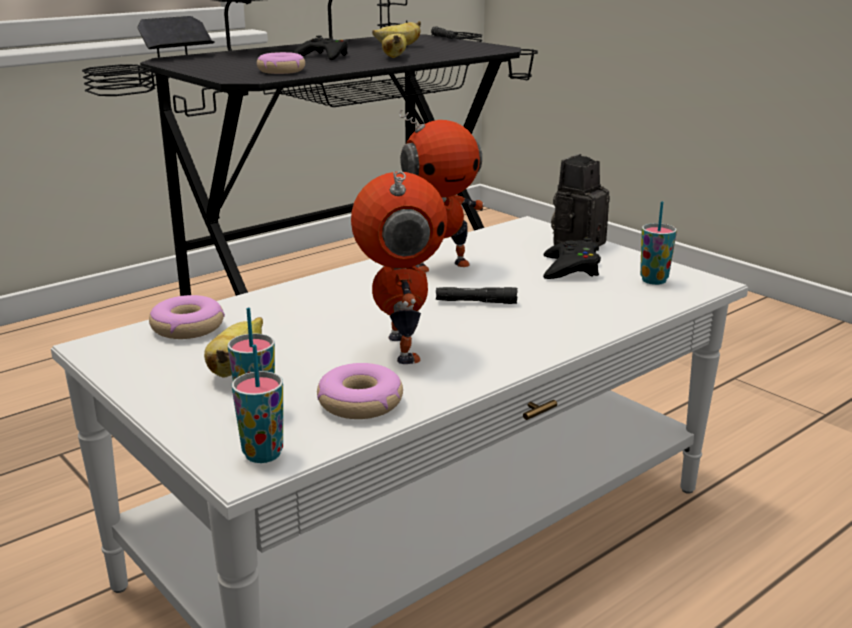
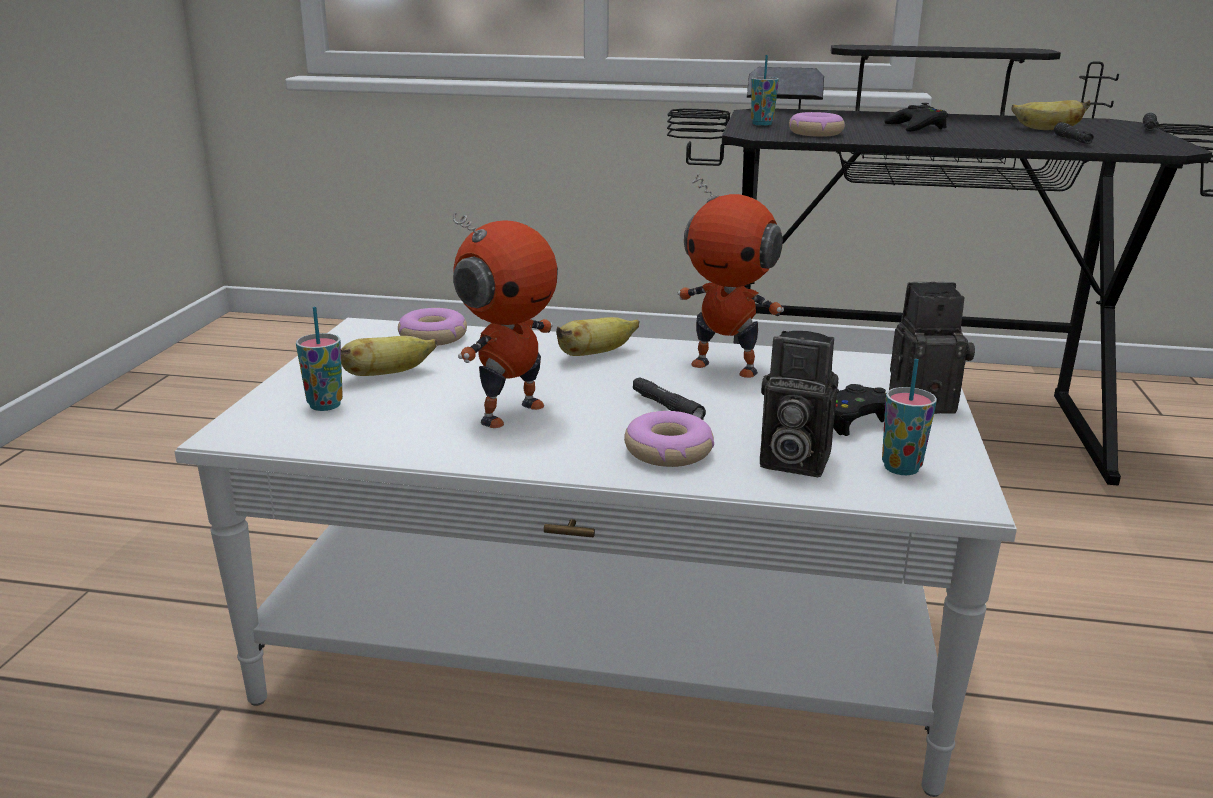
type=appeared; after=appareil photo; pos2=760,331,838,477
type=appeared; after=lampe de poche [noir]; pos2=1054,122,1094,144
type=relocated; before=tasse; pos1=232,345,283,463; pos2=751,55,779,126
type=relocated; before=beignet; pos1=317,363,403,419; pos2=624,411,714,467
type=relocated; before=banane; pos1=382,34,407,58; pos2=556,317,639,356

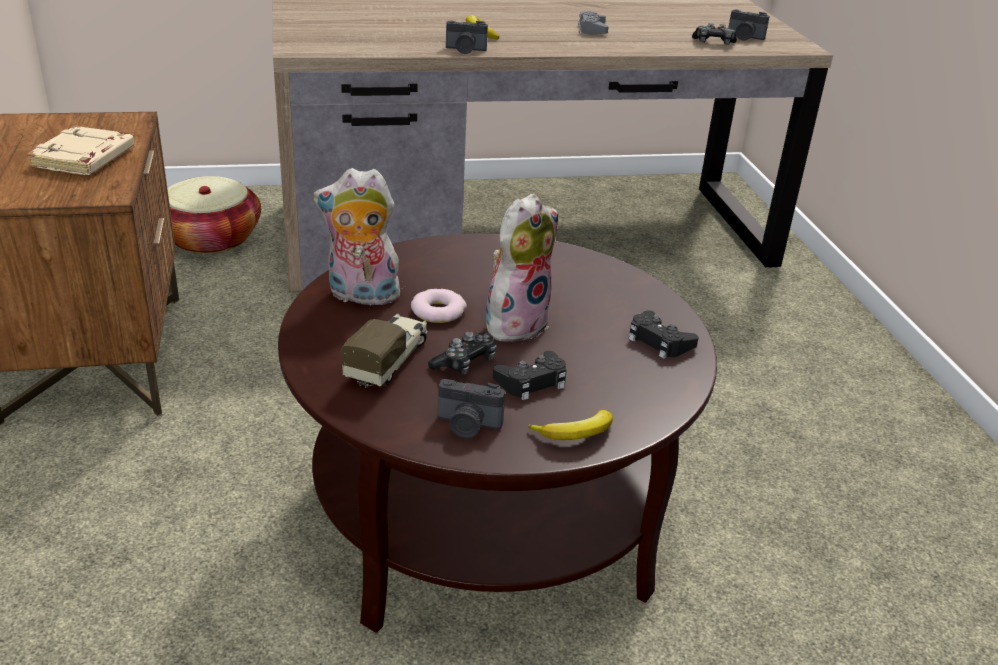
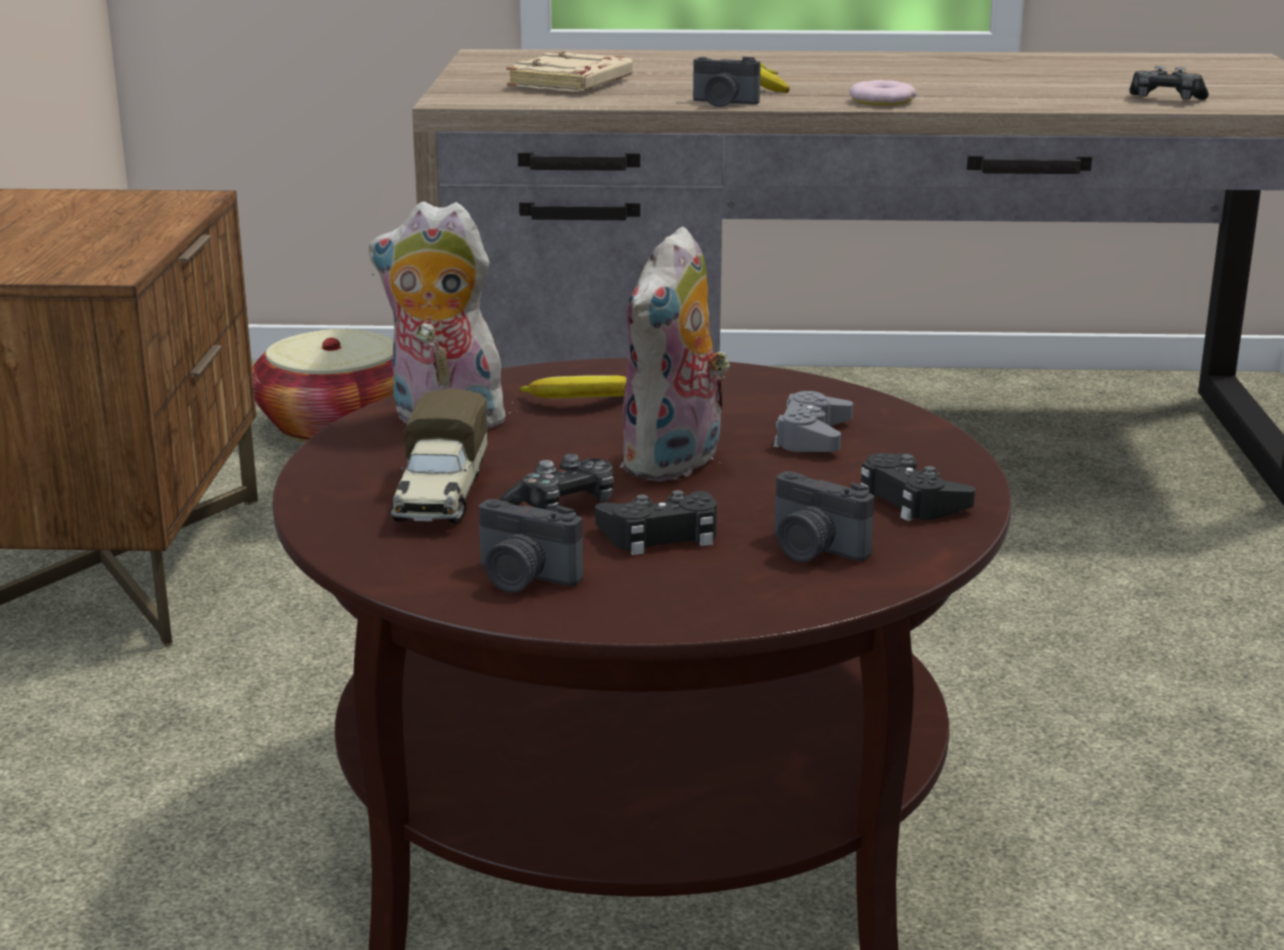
type=relocated; before=livre [beige]; pos1=27,126,134,175; pos2=506,51,633,92
type=relocated; before=beignet; pos1=411,289,467,323; pos2=849,80,917,106
type=relocated; before=banane; pos1=527,410,613,440; pos2=519,375,626,398
type=relocated; before=manette [gris]; pos1=578,11,609,34; pos2=774,391,853,452
type=relocated; before=appareil photo; pos1=728,10,770,40; pos2=775,471,874,562
type=spun; before=camion jouet; pos1=341,314,428,388; pos2=391,389,488,524; turn=150
type=spun; before=peluche; pos1=486,194,558,344; pos2=620,226,730,482; turn=150

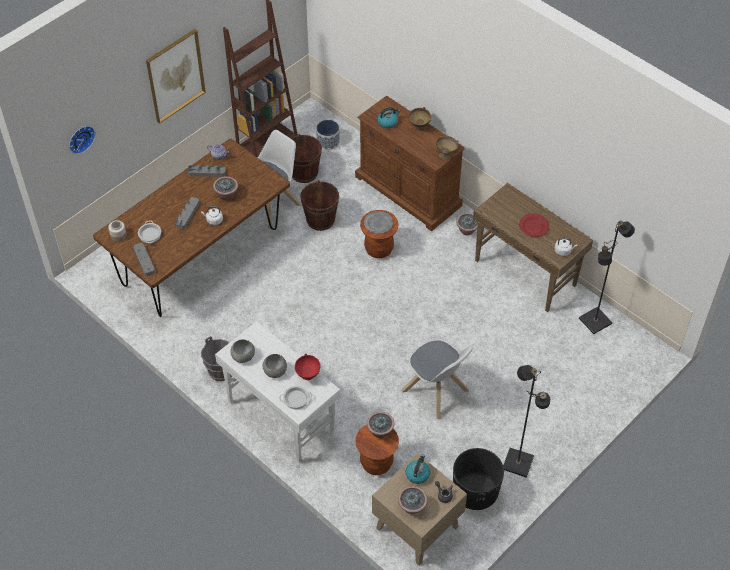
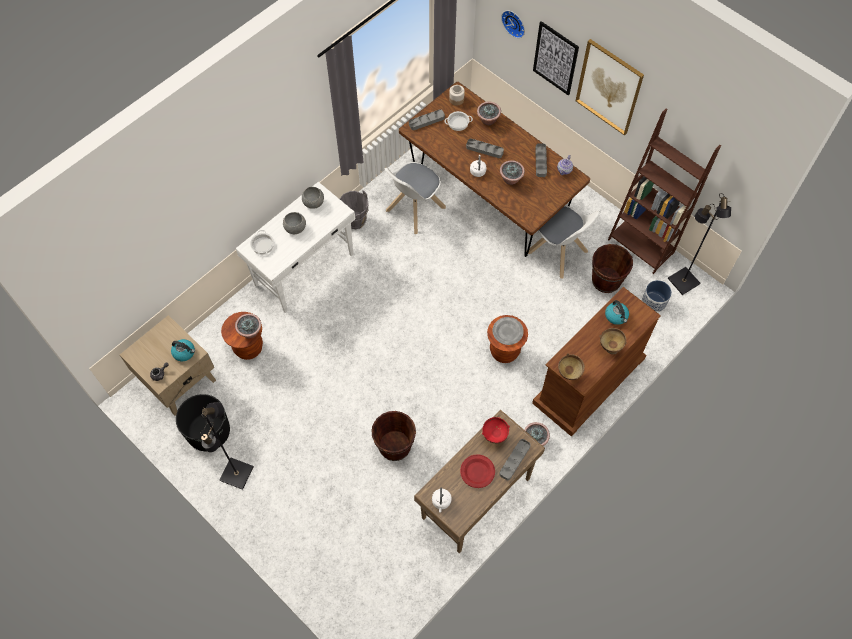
type=appeared; after=plateau [gris]; pos2=499,439,531,480
type=appeared; after=tableau; pos2=533,21,579,96
type=relocated; before=bol [rouge]; pos1=295,354,320,380; pos2=482,417,510,443
type=relocated; before=seau [marron]; pos1=300,180,339,231; pos2=372,411,416,461
type=relocated; before=plante en pot; pos1=398,486,427,514; pos2=477,101,501,125
type=relocated; before=chaise; pos1=402,339,474,419; pos2=385,162,446,234
type=relocated; before=lampadaire [noir]; pos1=579,221,635,334; pos2=668,193,731,295

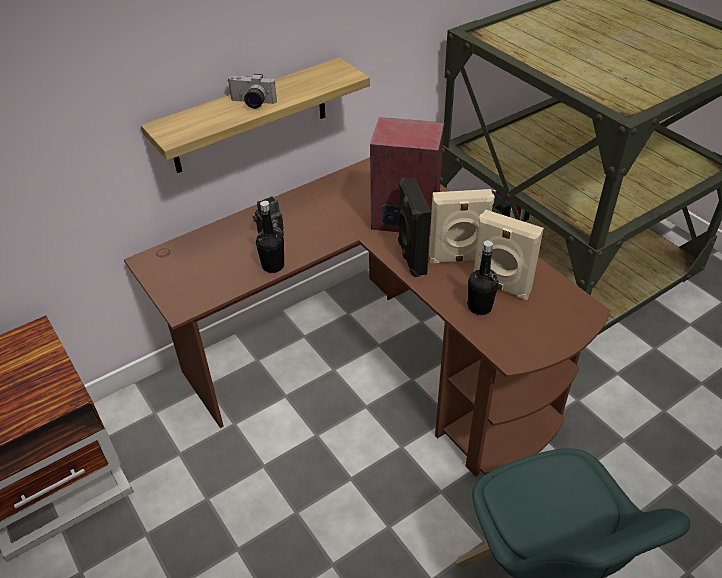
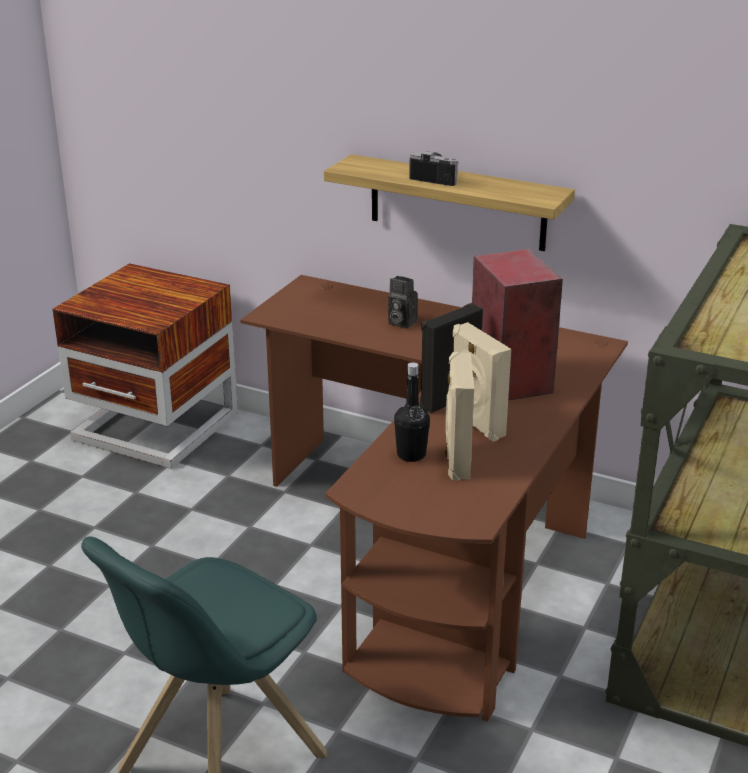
type=missing; before=bouteille [noir]; pos1=256,201,284,273
type=spun; before=appareil photo; pos1=227,74,277,109; pos2=409,151,459,186; turn=135

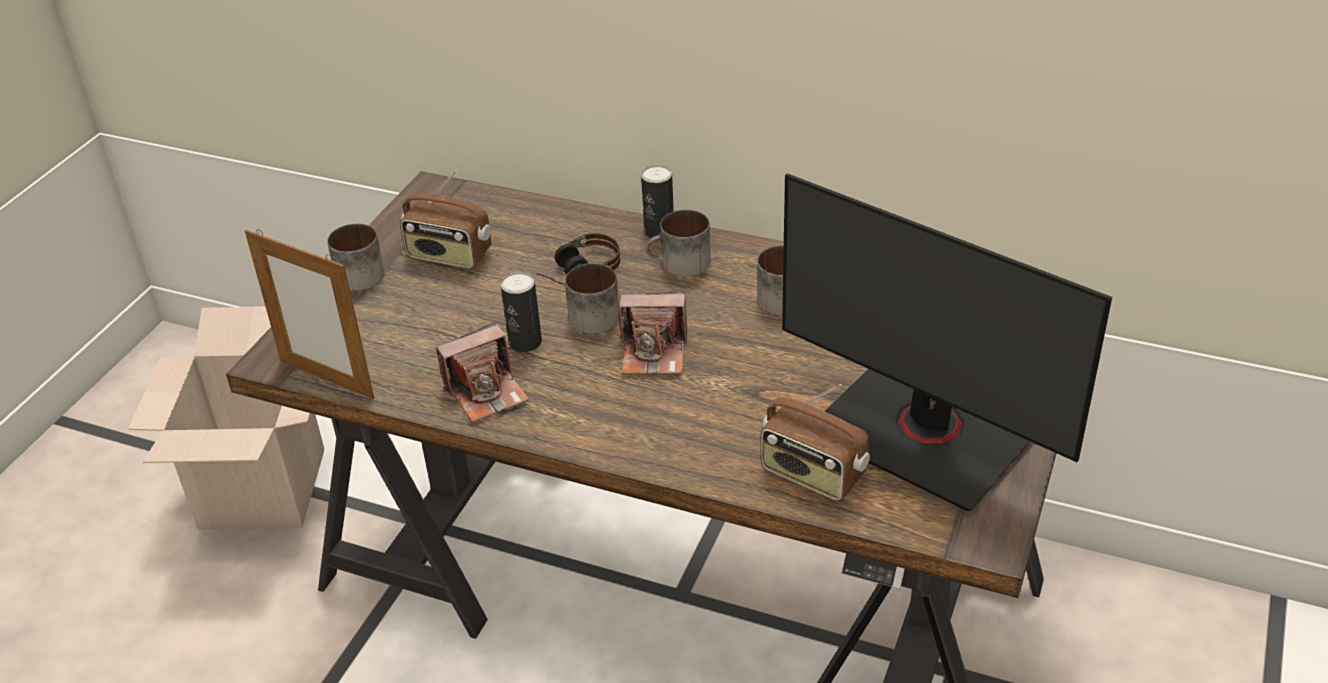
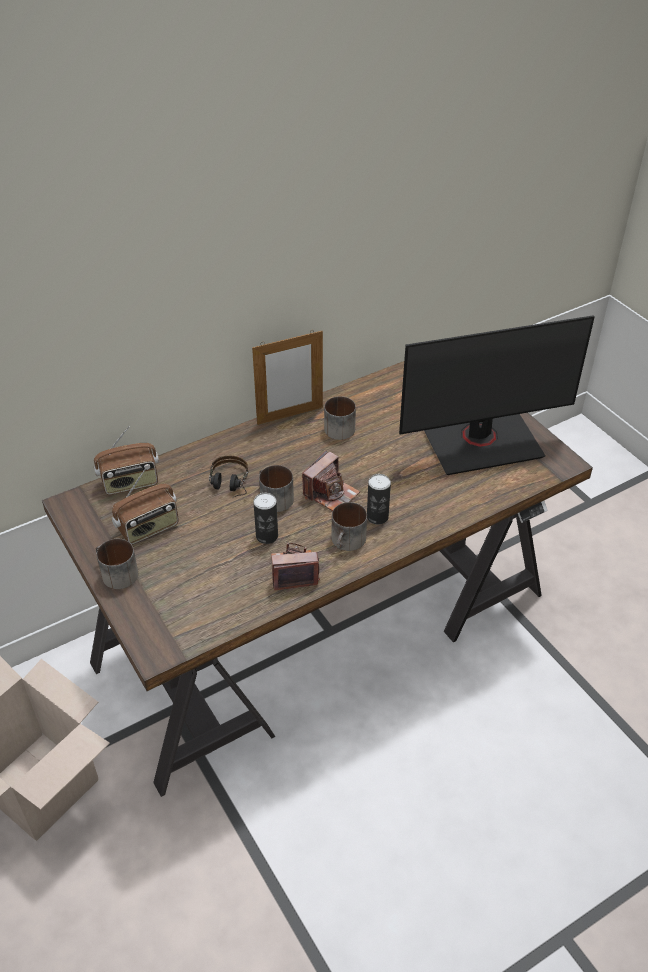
type=relocated; before=cadre photo; pos1=245,229,374,399; pos2=252,330,323,425
type=relocated; before=boîte métallique; pos1=641,165,674,238; pos2=367,474,391,525
type=relocated; before=mug; pos1=645,210,710,277; pos2=332,502,367,551
type=relocated; before=radio; pos1=760,384,870,501; pos2=94,426,159,495
type=spun; before=appareil photo; pos1=436,322,529,422; pos2=271,543,320,591; turn=-105

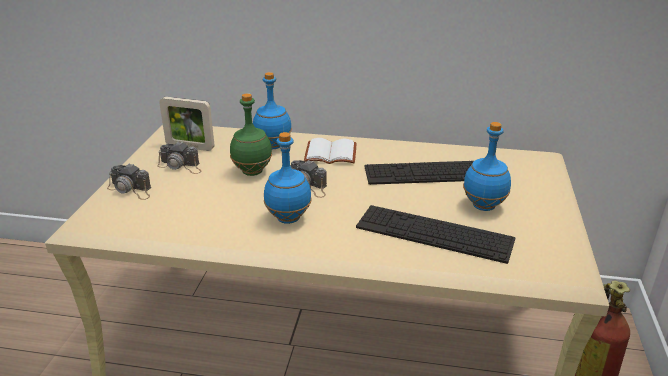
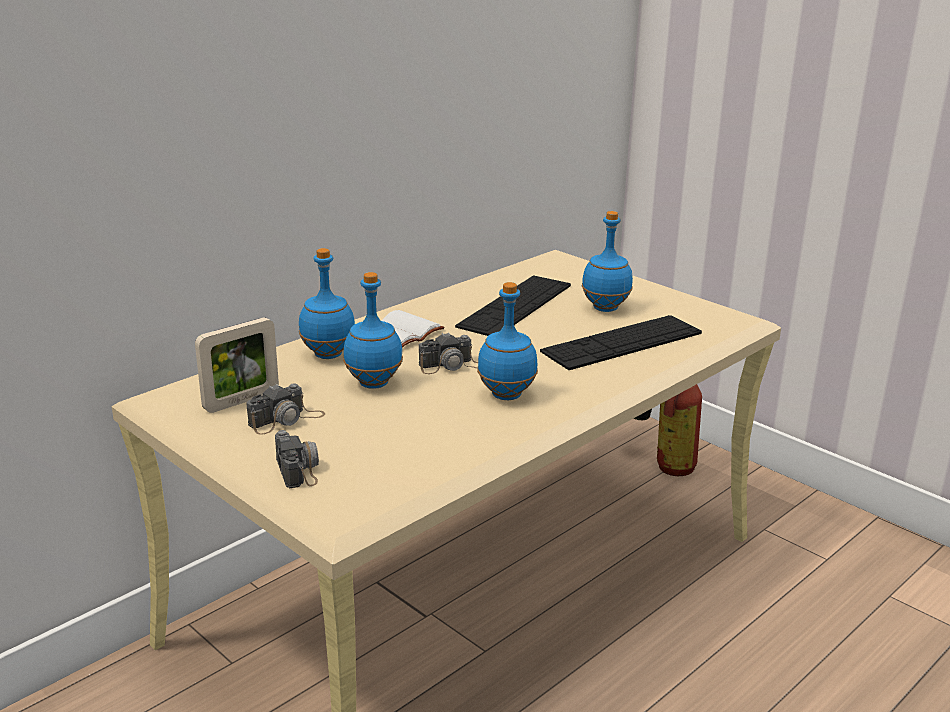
type=colour; before=bouteille [vert]; after=bouteille [bleu]; pos1=230,93,272,176; pos2=343,272,403,389
type=spun; before=appareil photo; pos1=107,163,151,200; pos2=275,430,319,488; turn=-75

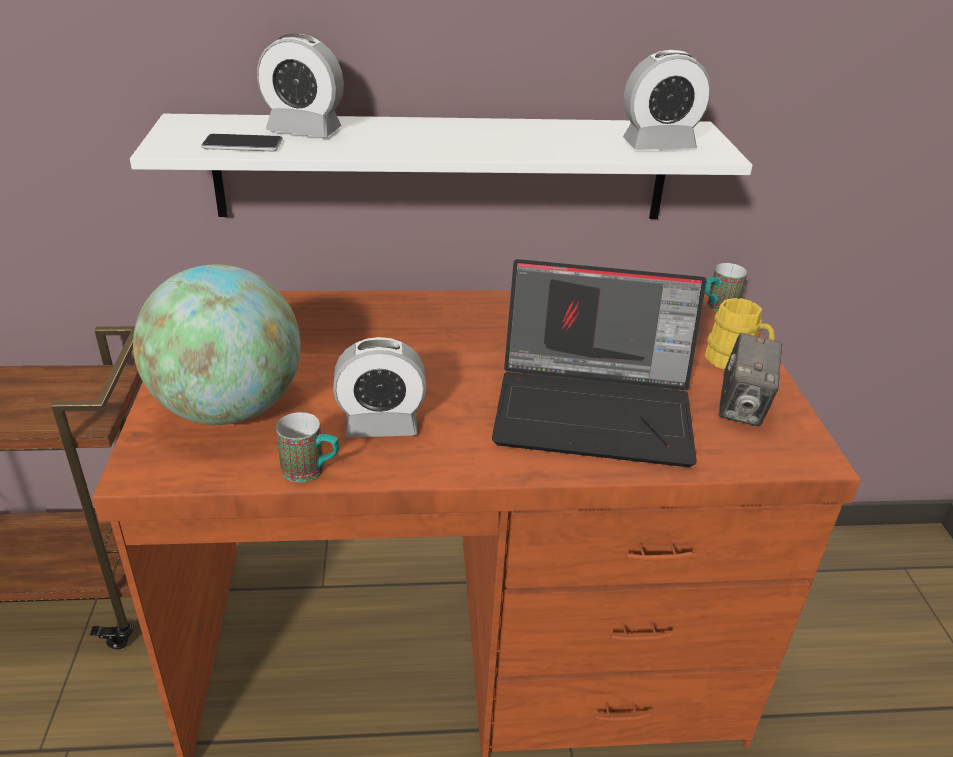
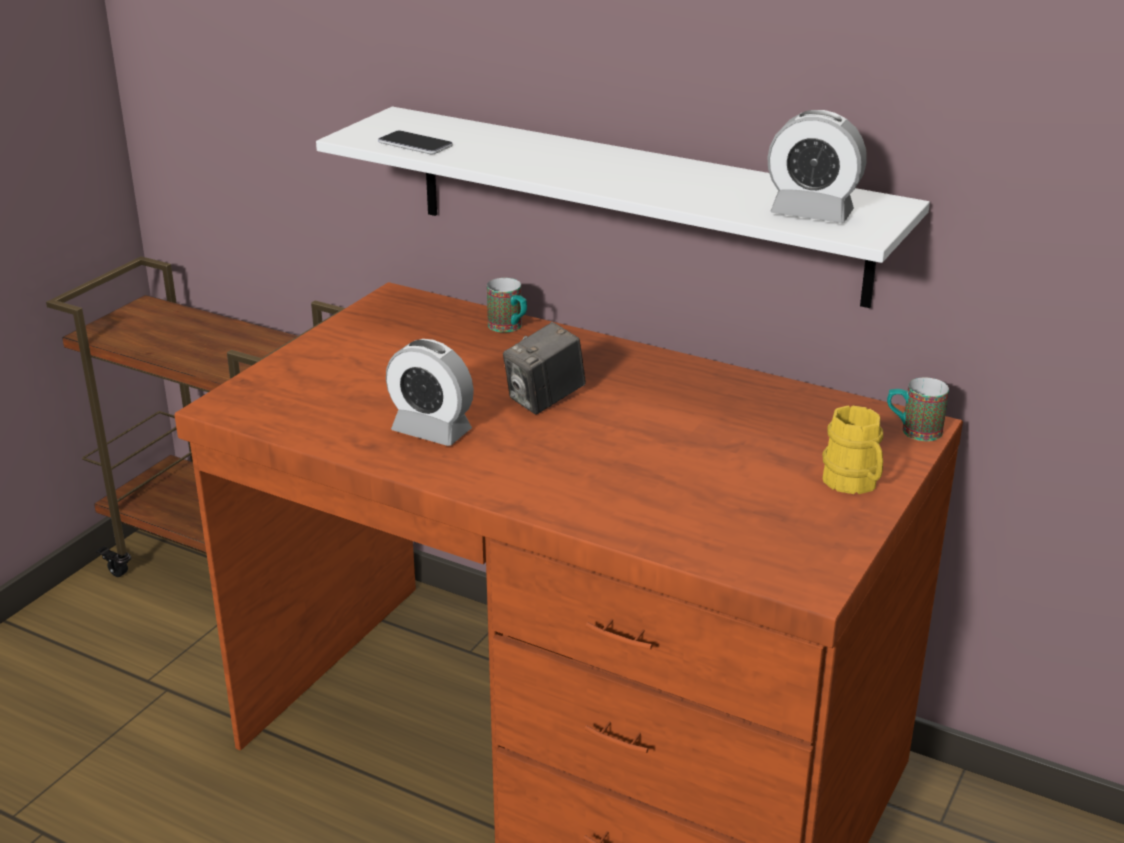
type=missing; before=globe; pos1=133,264,301,425
type=missing; before=réveil; pos1=257,34,344,137
type=missing; before=ordinateur portable; pos1=492,259,707,467
type=relocated; before=mug; pos1=276,412,339,482; pos2=487,278,527,333
type=relocated; before=appareil photo; pos1=719,333,783,427; pos2=503,322,586,414

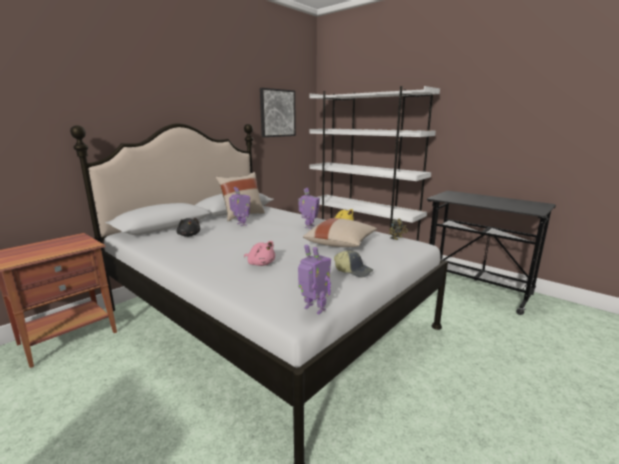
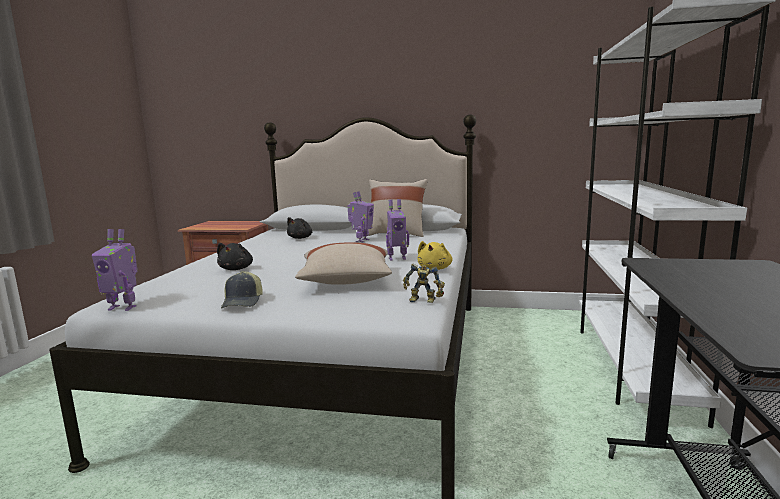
type=missing; before=tableau; pos1=260,88,296,137
type=colour; before=peluche [rose]; after=peluche [noir]; pos1=244,241,275,266; pos2=217,243,253,270
type=spun; before=robot jouet; pos1=298,245,331,314; pos2=92,229,137,311; turn=90

